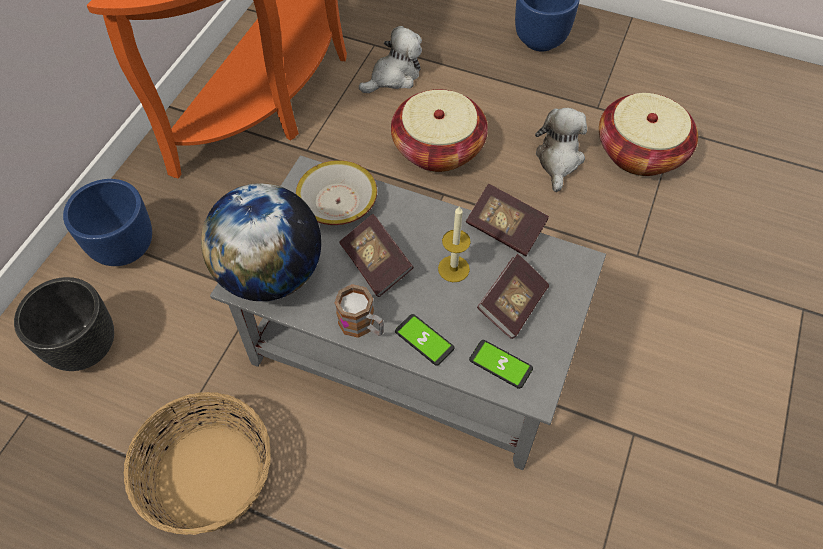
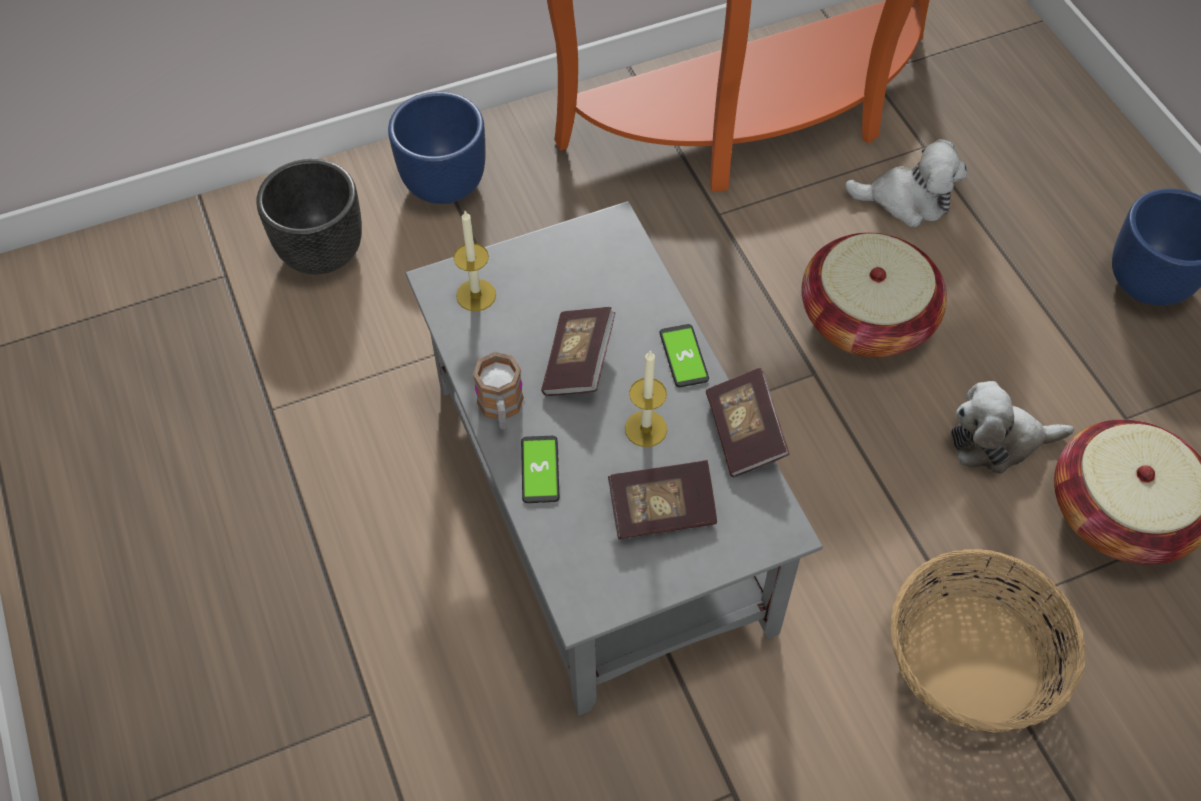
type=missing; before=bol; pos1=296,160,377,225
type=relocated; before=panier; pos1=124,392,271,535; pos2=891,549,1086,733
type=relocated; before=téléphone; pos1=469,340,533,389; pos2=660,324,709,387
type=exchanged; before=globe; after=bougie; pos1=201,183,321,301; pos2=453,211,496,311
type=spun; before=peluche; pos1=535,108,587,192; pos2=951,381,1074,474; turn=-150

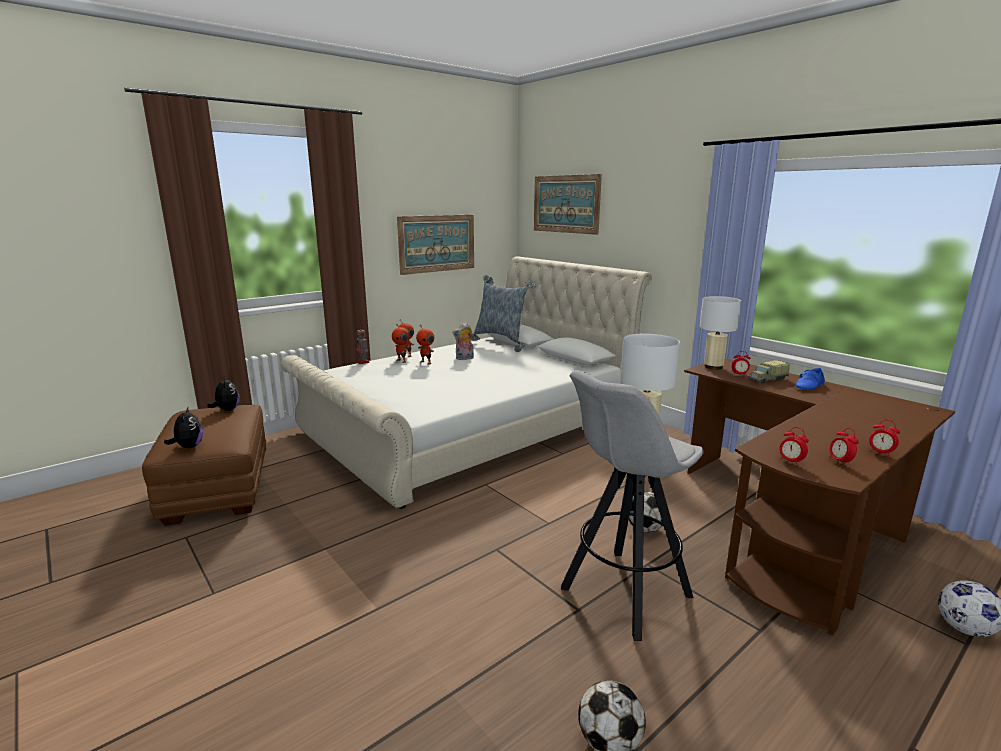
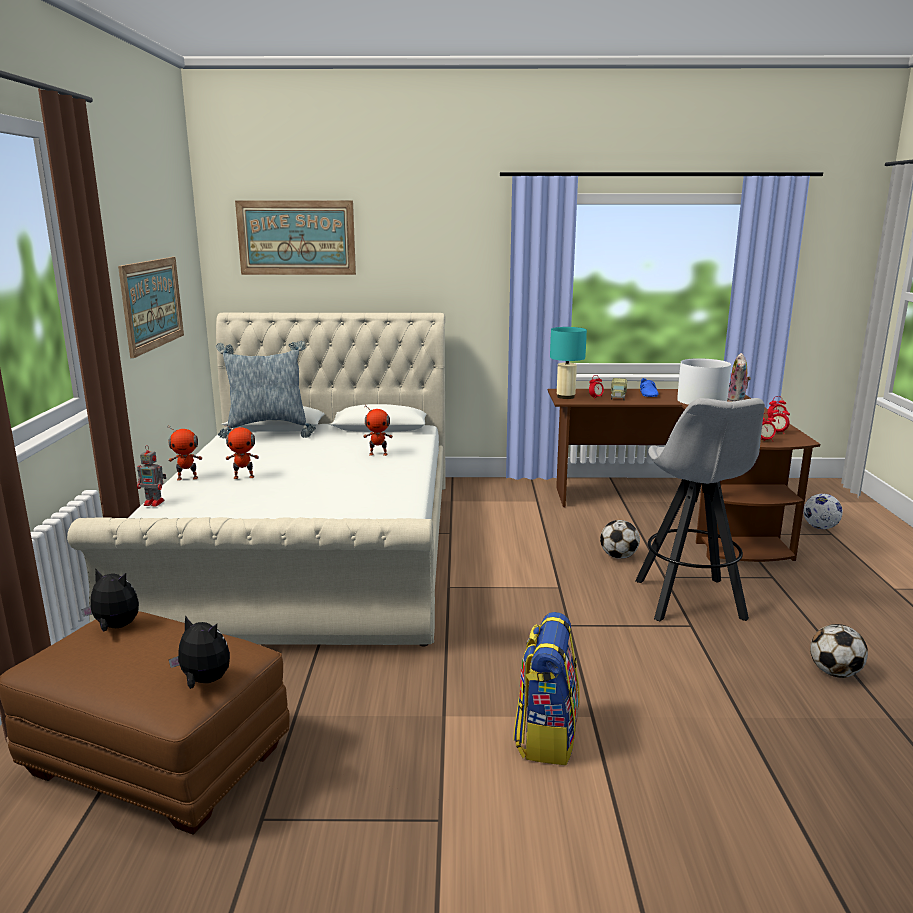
type=appeared; after=sac à dos; pos2=513,612,580,765
type=relocated; before=robot jouet; pos1=392,323,410,363; pos2=363,406,393,456
type=relocated; before=peluche; pos1=452,323,474,360; pos2=728,353,751,401
type=colour; before=lampe de table [blanc]; after=lampe de table [turquoise]; pos1=700,296,741,370; pos2=550,327,587,399

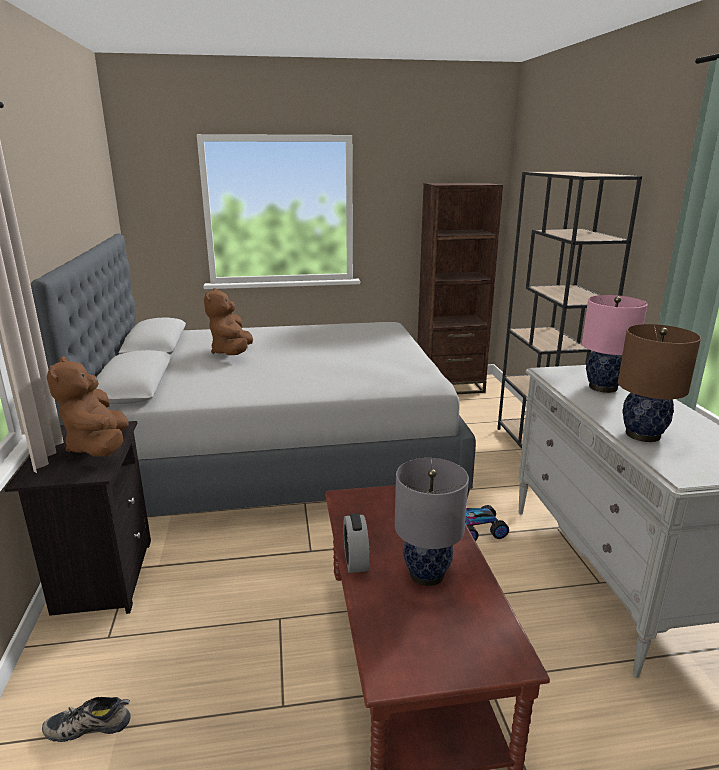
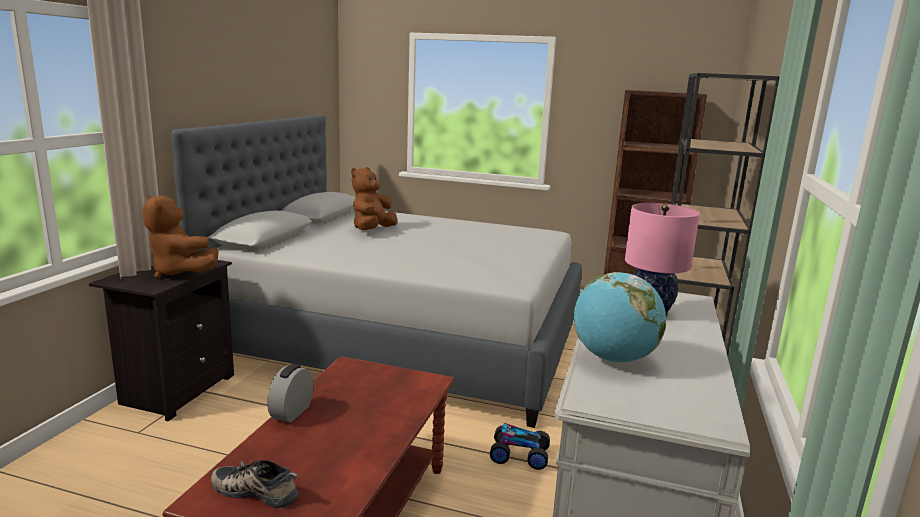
type=missing; before=lampe de table [gris]; pos1=395,458,469,586
type=relocated; before=chaussure; pos1=42,697,131,742; pos2=211,460,298,508
type=exchanged; before=lampe de table [marron]; after=globe; pos1=618,324,701,442; pos2=573,272,666,362
type=spun; before=peluche [marron]; pos1=47,356,129,457; pos2=143,195,219,278; turn=-60

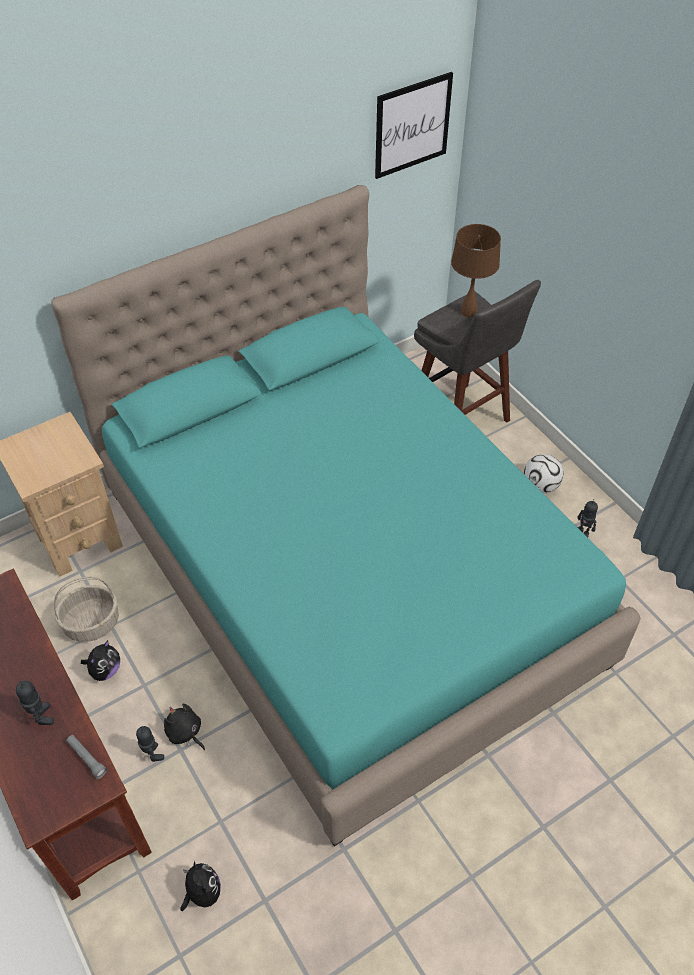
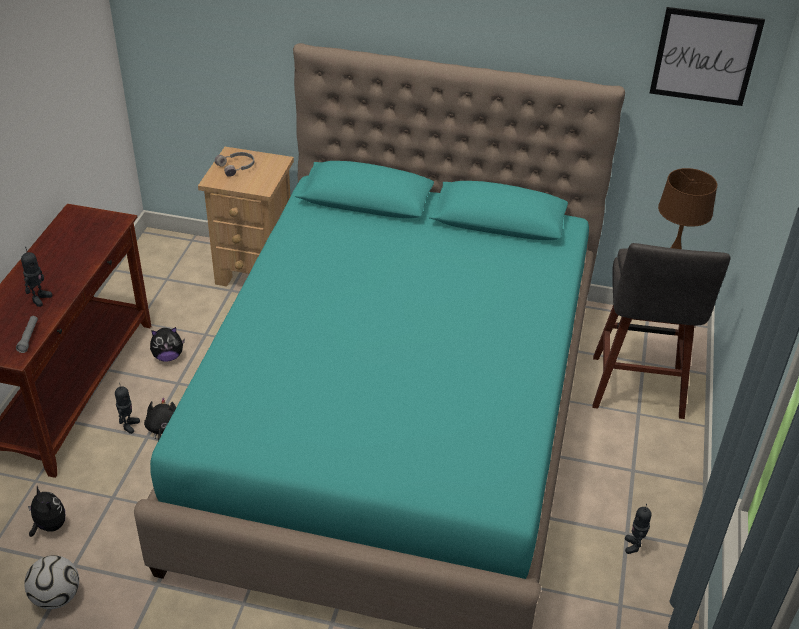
type=missing; before=panier; pos1=54,577,119,642
type=appeared; after=casque audio [gris]; pos2=215,152,254,177
type=relocated; before=ballon de foot; pos1=523,454,564,494; pos2=24,555,79,609
type=spun; before=peluche; pos1=180,861,221,911; pos2=28,486,65,537; turn=-60

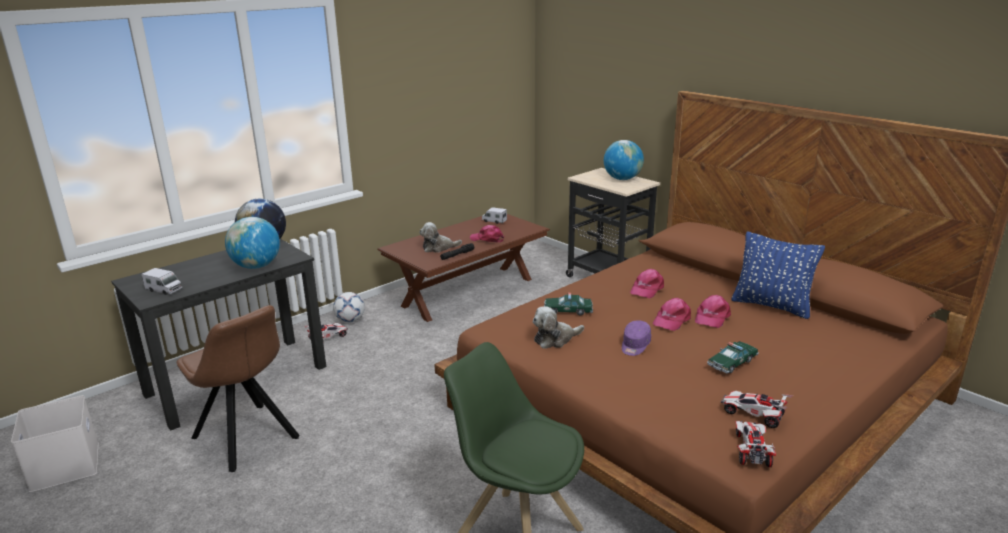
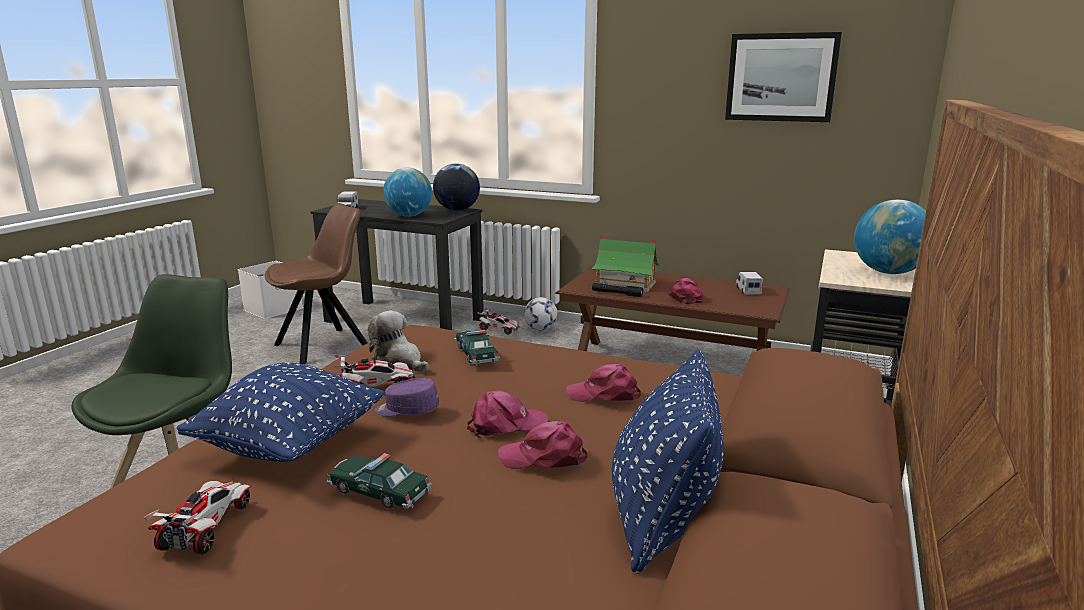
type=appeared; after=coussin [bleu]; pos2=177,363,385,462
type=appeared; after=tableau; pos2=725,32,842,122
type=relocated; before=petite voiture; pos1=735,421,776,467; pos2=333,354,415,387
type=exchanged; before=peluche; after=maison miniature; pos1=419,222,462,253; pos2=591,235,661,292
type=spun; before=chaise [marron]; pos1=176,305,299,472; pos2=265,203,368,365; turn=-150
type=spun; before=casquette [rose]; pos1=653,298,691,331; pos2=467,390,548,438; turn=150

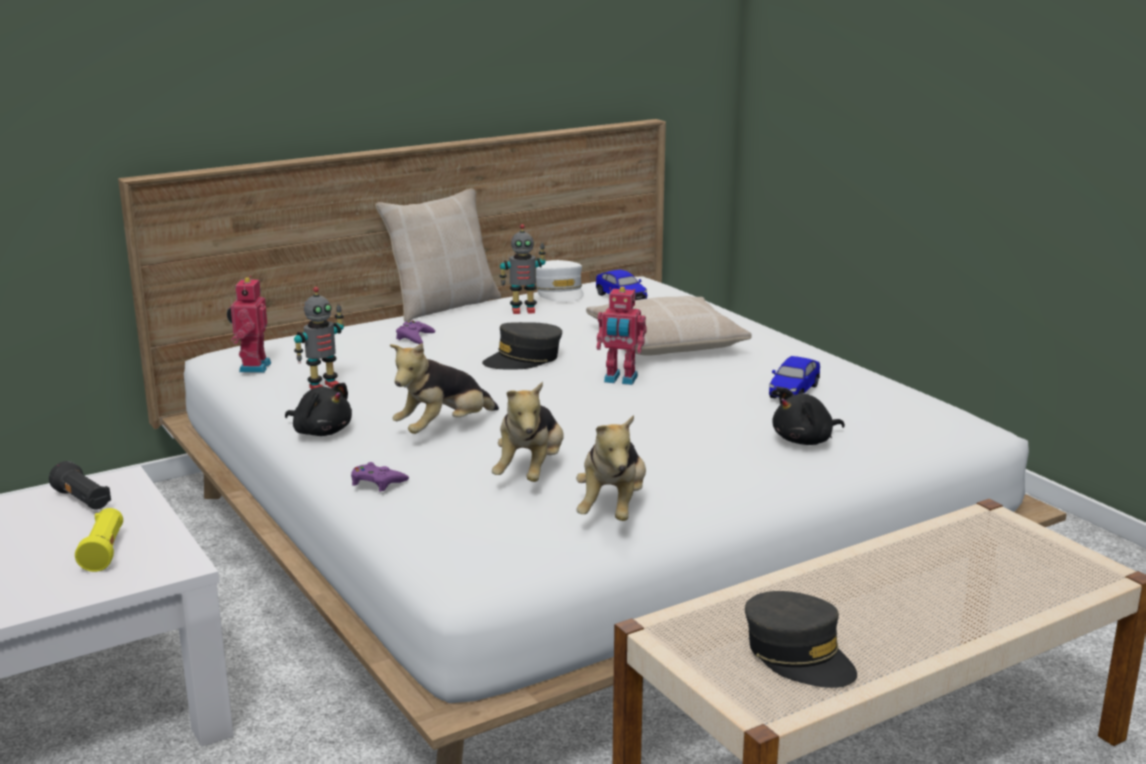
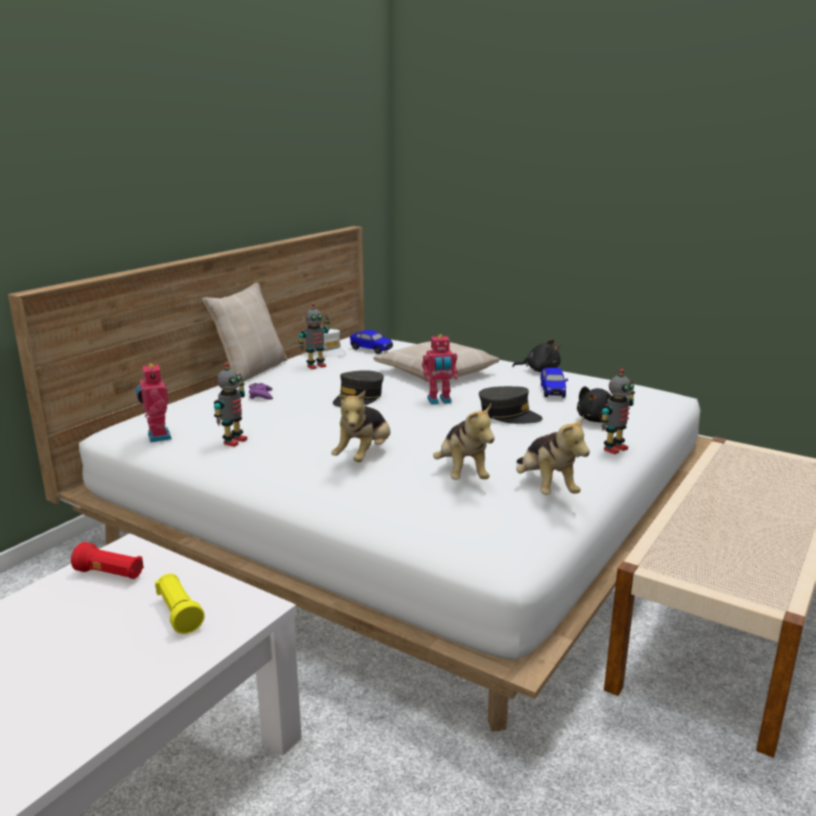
type=missing; before=manette [violet]; pos1=351,462,409,492
type=appeared; after=robot jouet; pos2=600,369,635,455
type=relocated; before=peluche [noir]; pos1=285,383,352,436; pos2=512,340,561,372
type=relocated; before=casquette [gris]; pos1=745,591,857,688; pos2=479,386,543,424
type=colour; before=lampe de poche [noir]; after=lampe de poche [rouge]; pos1=49,461,111,510; pos2=71,542,144,579

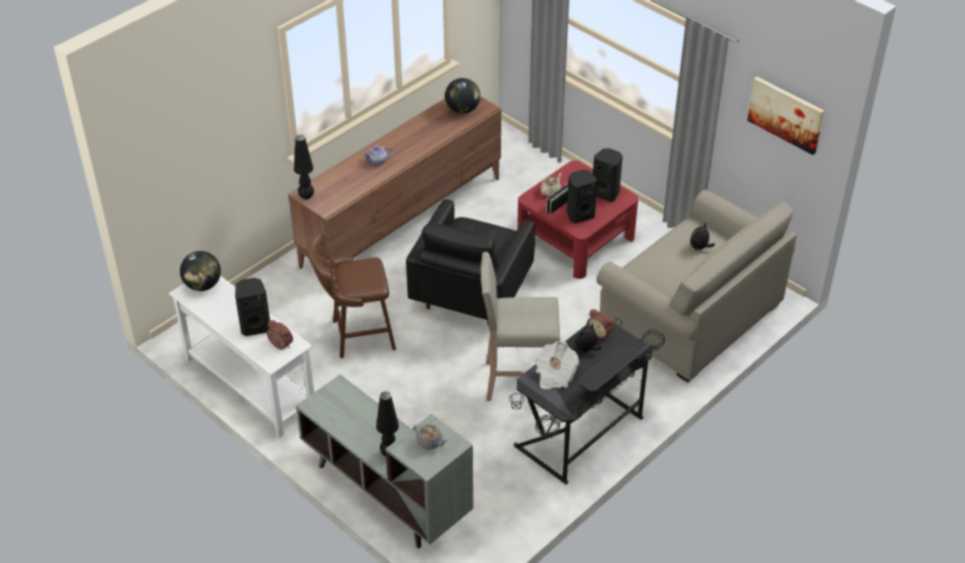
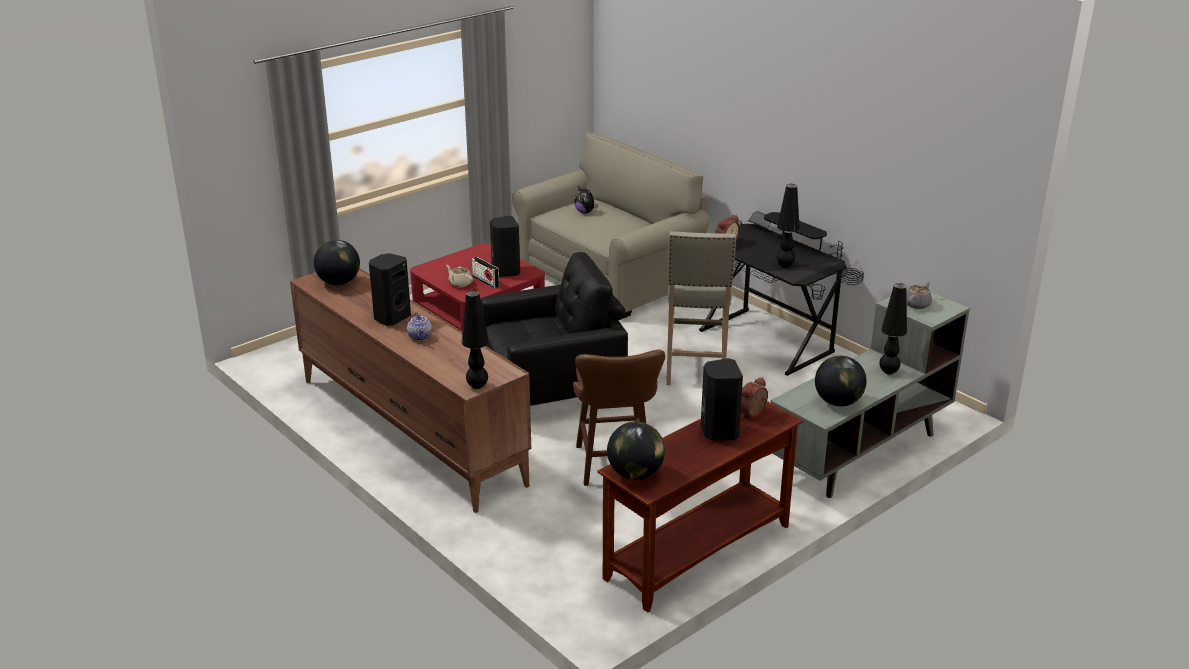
type=missing; before=peluche; pos1=575,322,602,352
type=missing; before=tableau; pos1=747,77,824,155
type=appeared; after=globe; pos2=815,356,867,406
type=relocated; before=enceinte [noir]; pos1=593,148,623,202; pos2=369,253,411,326
type=exchanged; before=journal; after=lampe de table [noir]; pos1=536,341,579,389; pos2=777,184,800,268
type=colour; before=table console [blanc]; after=table console [marron]; pos1=169,276,314,438; pos2=597,401,803,613
type=spun; before=fauteuil [noir]; pos1=406,199,535,326; pos2=481,252,628,406; turn=-45

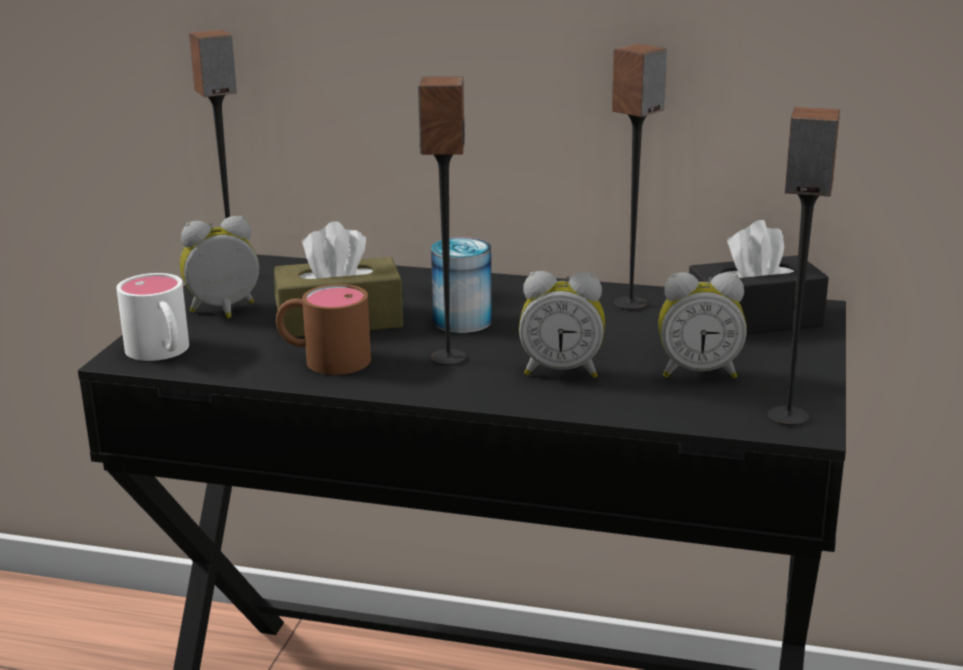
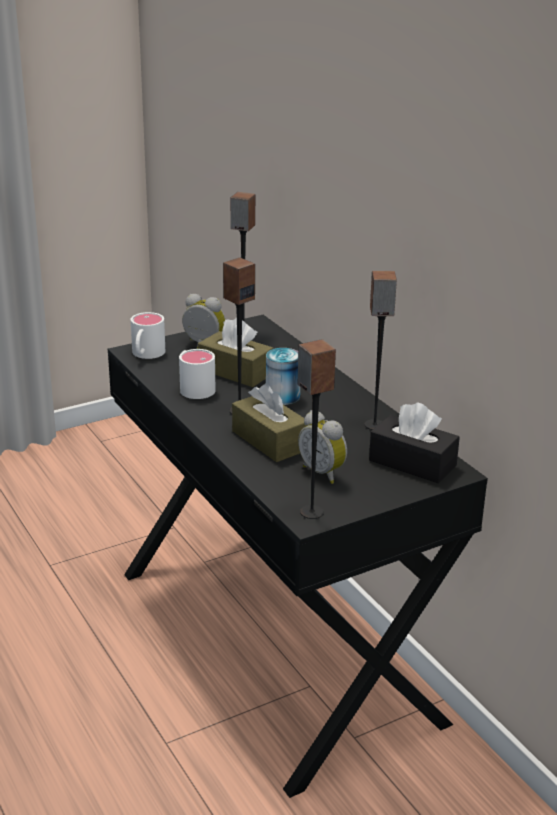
type=exchanged; before=réveil; after=boîte à mouchoirs [marron]; pos1=519,271,605,378; pos2=232,383,307,462
type=colour; before=mug [marron]; after=mug [blanc]; pos1=276,284,371,375; pos2=179,349,216,399

